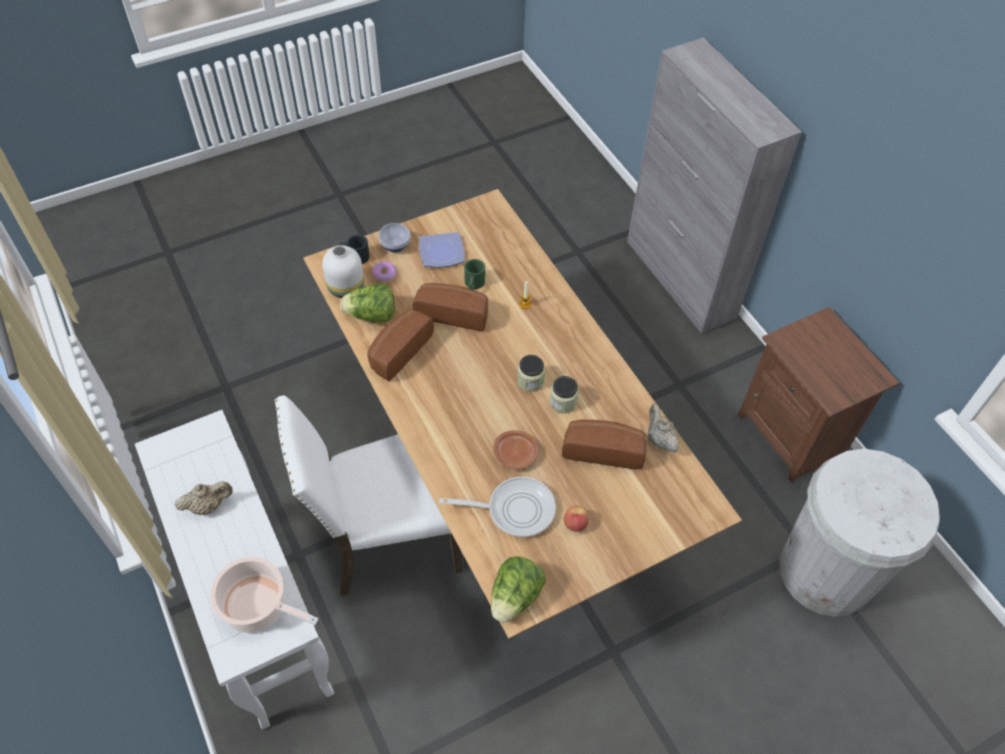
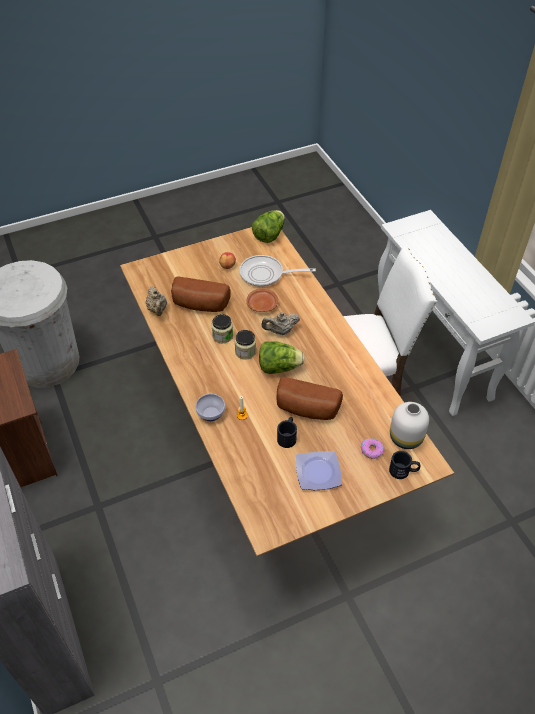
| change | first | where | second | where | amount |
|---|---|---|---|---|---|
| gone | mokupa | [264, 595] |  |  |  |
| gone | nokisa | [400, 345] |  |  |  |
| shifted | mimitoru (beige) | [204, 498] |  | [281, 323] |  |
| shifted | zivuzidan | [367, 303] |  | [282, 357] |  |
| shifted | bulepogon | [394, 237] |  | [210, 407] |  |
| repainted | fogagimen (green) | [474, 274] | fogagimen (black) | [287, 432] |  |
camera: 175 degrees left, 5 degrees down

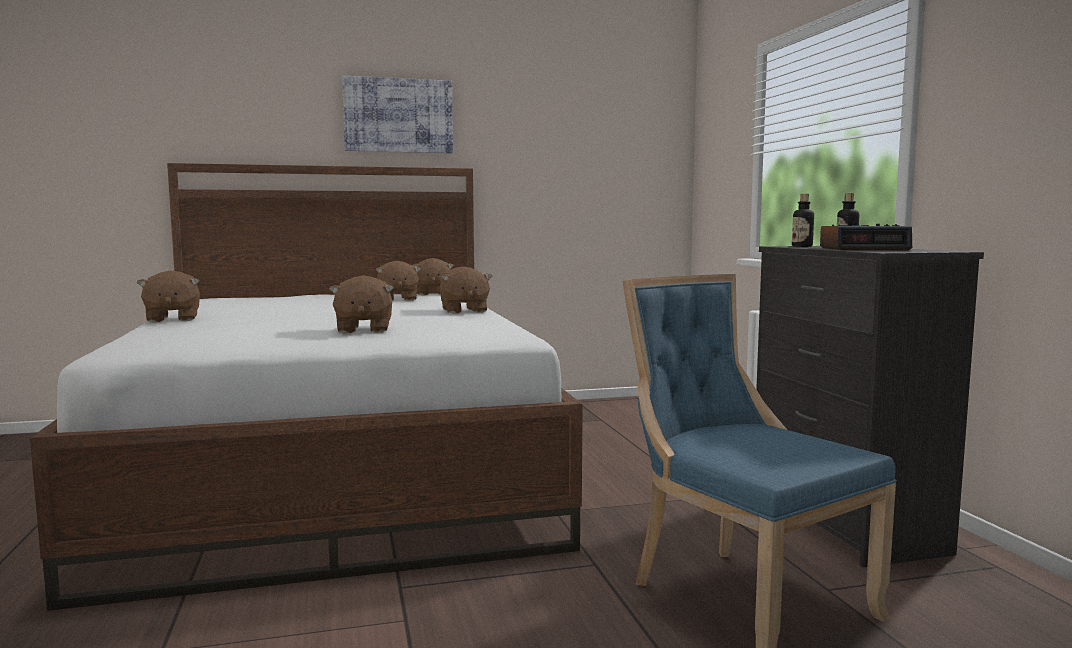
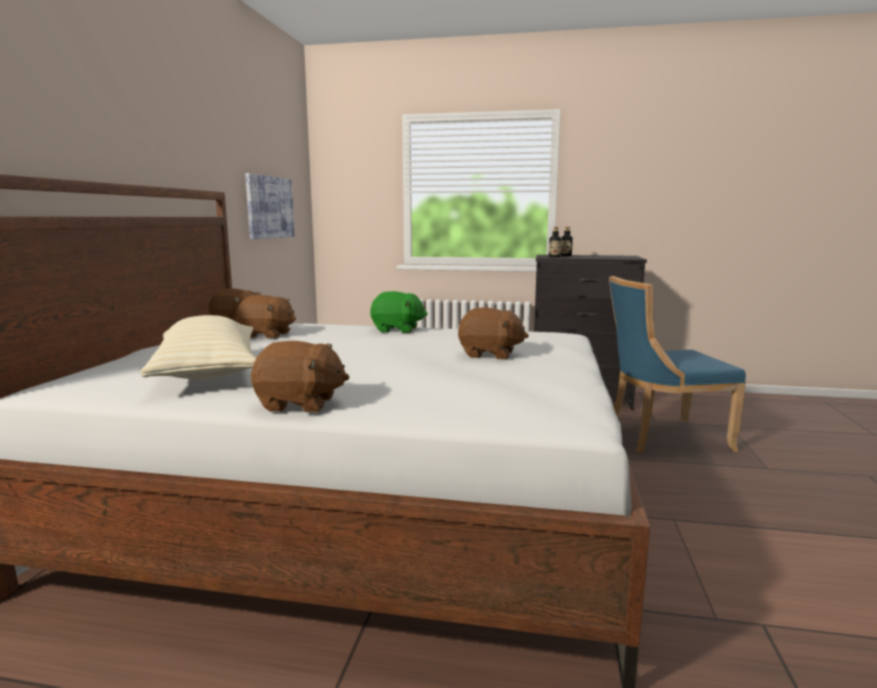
| change | first | where | second | where | amount |
|---|---|---|---|---|---|
| gone | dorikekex | [866, 237] |  |  |  |
| new |  |  | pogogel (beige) | [198, 347] |  |
| shifted | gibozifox | [397, 114] |  | [270, 206] |  |
| repainted | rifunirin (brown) | [465, 290] | rifunirin (green) | [399, 312] |  |
camera: 65 degrees left, 5 degrees up

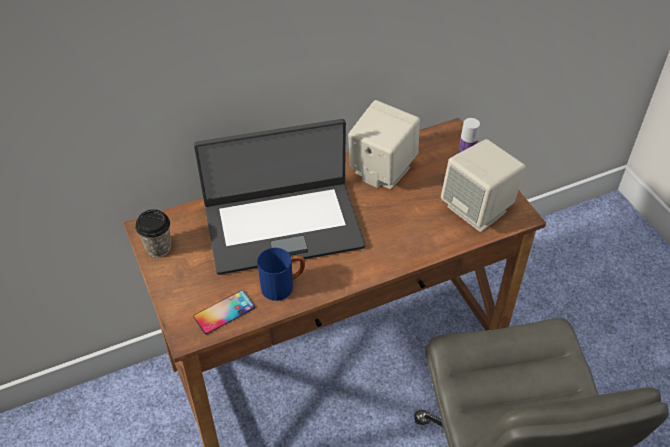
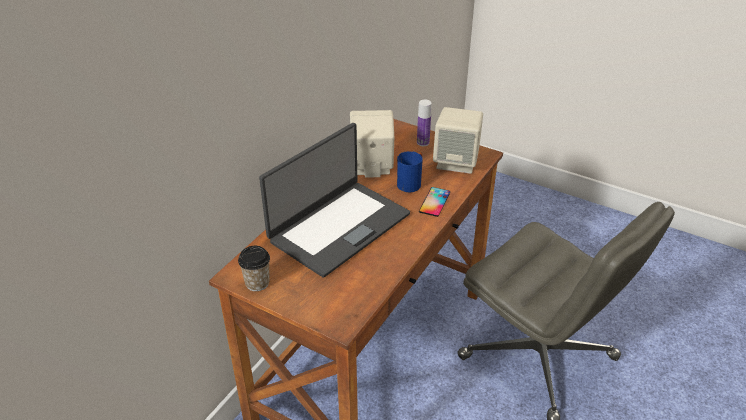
| change | first | where | second | where | amount |
|---|---|---|---|---|---|
| shifted | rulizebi | [224, 312] |  | [434, 202] |  |
| shifted | fogagimen (blue) | [281, 274] |  | [410, 171] |  |
camera: 35 degrees left, 10 degrees down

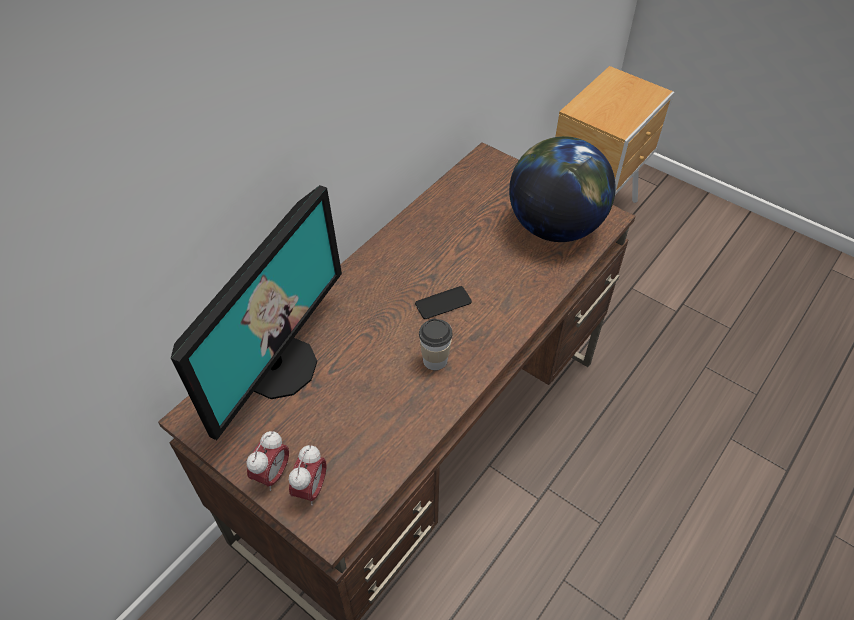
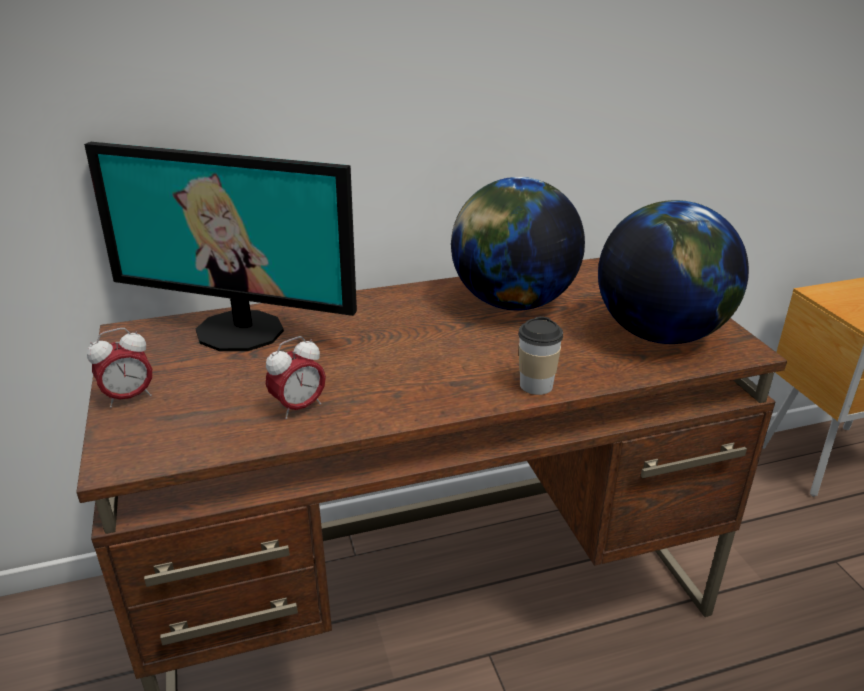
| change | first | where | second | where | amount |
|---|---|---|---|---|---|
| gone | rulizebi | [443, 302] |  |  |  |
| new |  |  | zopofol | [518, 244] |  |
| shifted | dorikekex | [308, 475] |  | [296, 377] |  |
| shifted | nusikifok | [436, 344] |  | [540, 355] |  |
| rotated | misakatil | [256, 312] |  | [220, 246] | 45 degrees clockwise |
camera: 35 degrees right, 20 degrees down

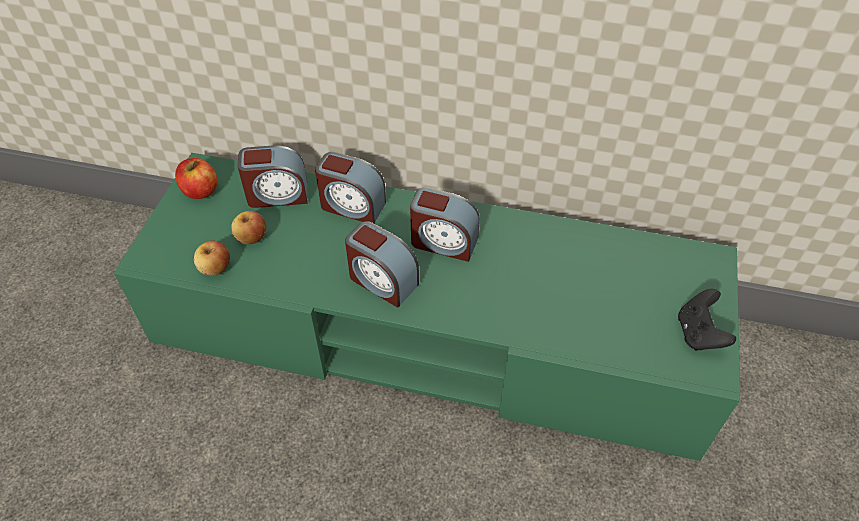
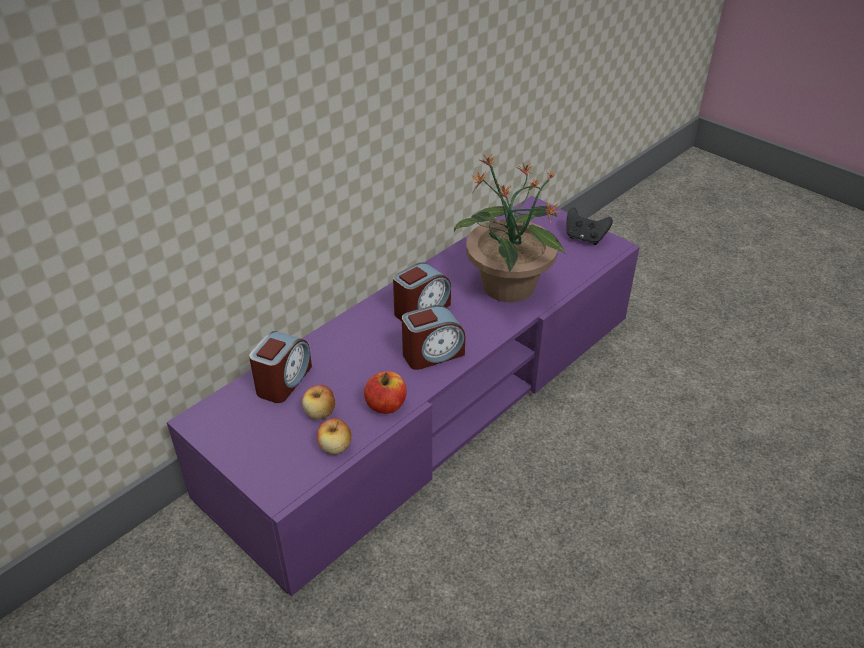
| change | first | where | second | where | amount |
|---|---|---|---|---|---|
| gone | dorikekex | [350, 187] |  |  |  |
| new |  |  | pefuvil | [509, 227] |  |
| shifted | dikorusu | [196, 178] |  | [385, 392] |  |
| repainted | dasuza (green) | [427, 307] | dasuza (purple) | [403, 396] |  |
camera: 60 degrees left, 10 degrees down

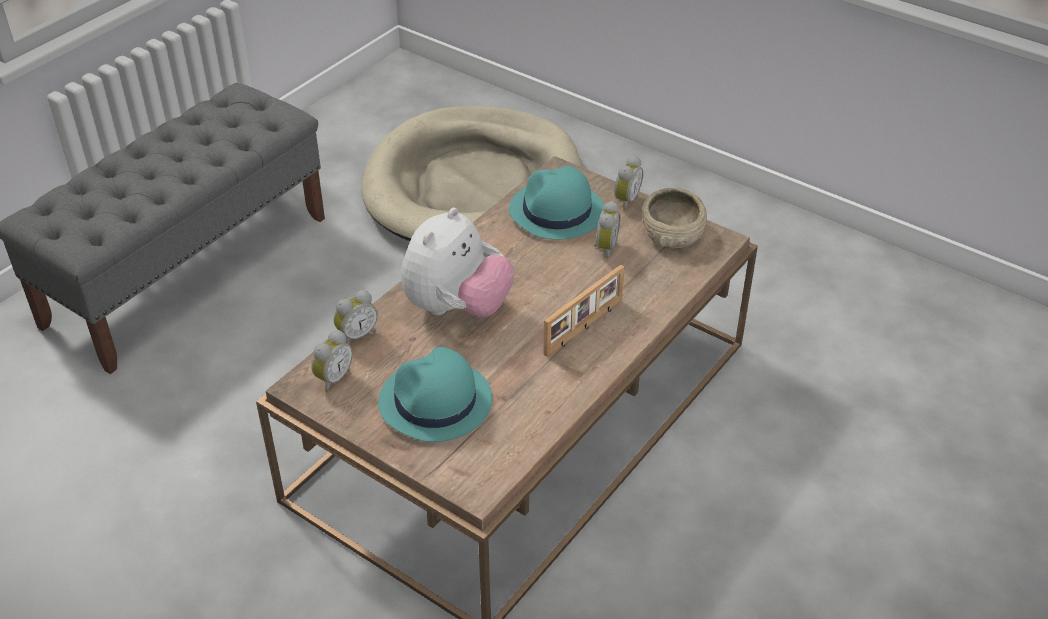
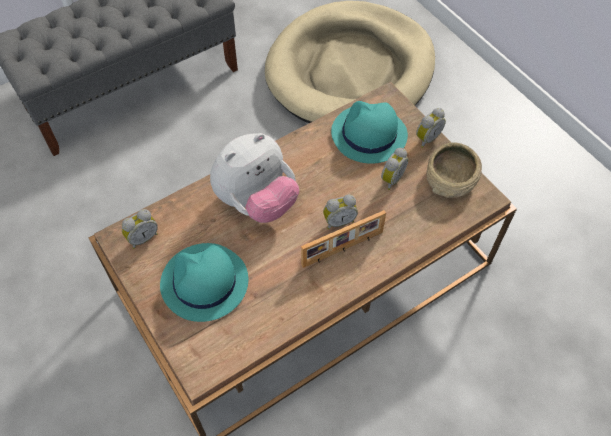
| change | first | where | second | where | amount |
|---|---|---|---|---|---|
| shifted | dorikekex | [356, 316] |  | [340, 212] |  |
camera: 20 degrees right, 15 degrees up

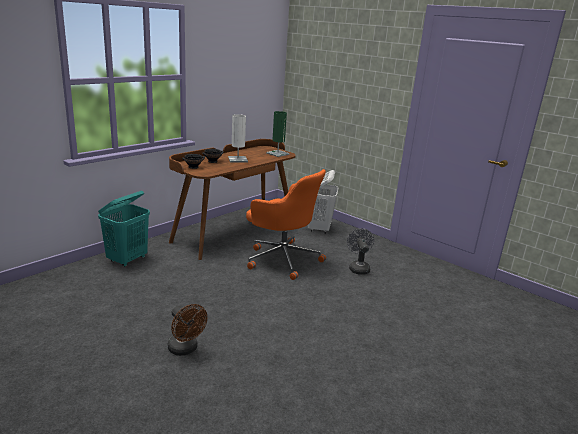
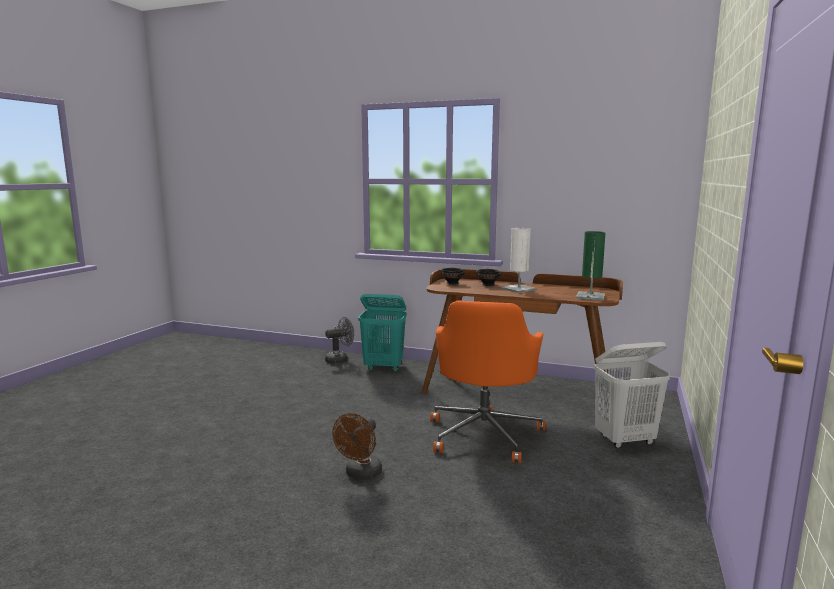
| change | first | where | second | where | amount |
|---|---|---|---|---|---|
| shifted | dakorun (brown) | [187, 330] |  | [357, 446] |  |
| shifted | dakorun (grey) | [360, 251] |  | [339, 340] |  |
camera: 70 degrees right, 10 degrees down

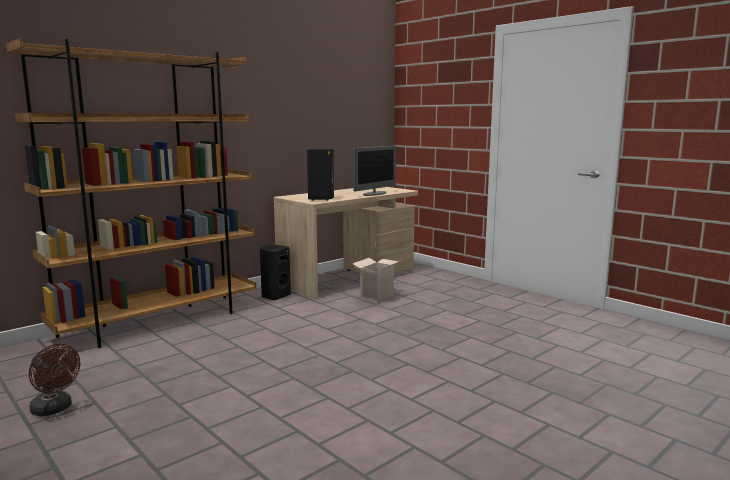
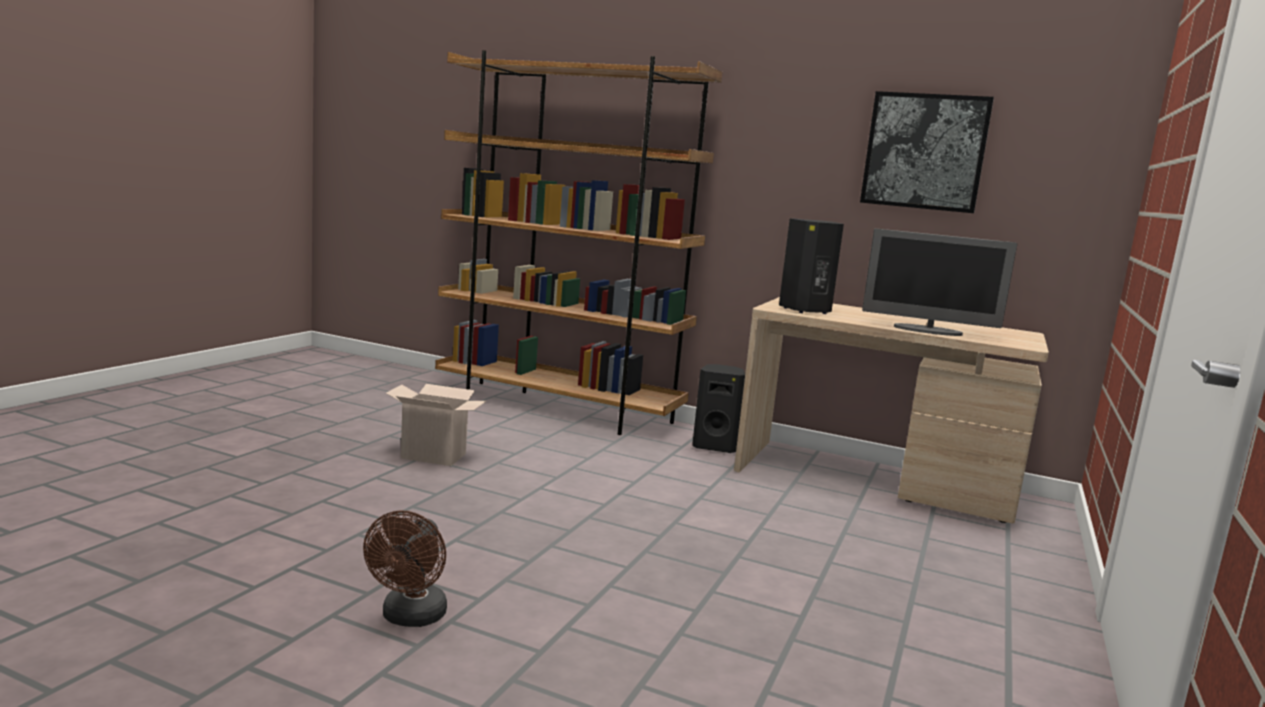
| change | first | where | second | where | amount |
|---|---|---|---|---|---|
| new |  |  | gibozifox | [927, 152] |  |
| shifted | dakorun (brown) | [54, 380] |  | [405, 568] |  |
| shifted | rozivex | [376, 280] |  | [436, 425] |  |
camera: 65 degrees right, 0 degrees up

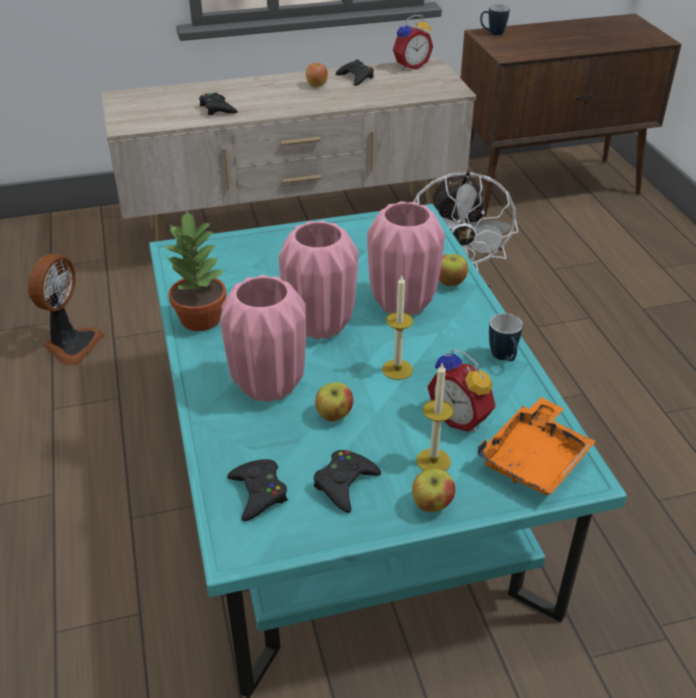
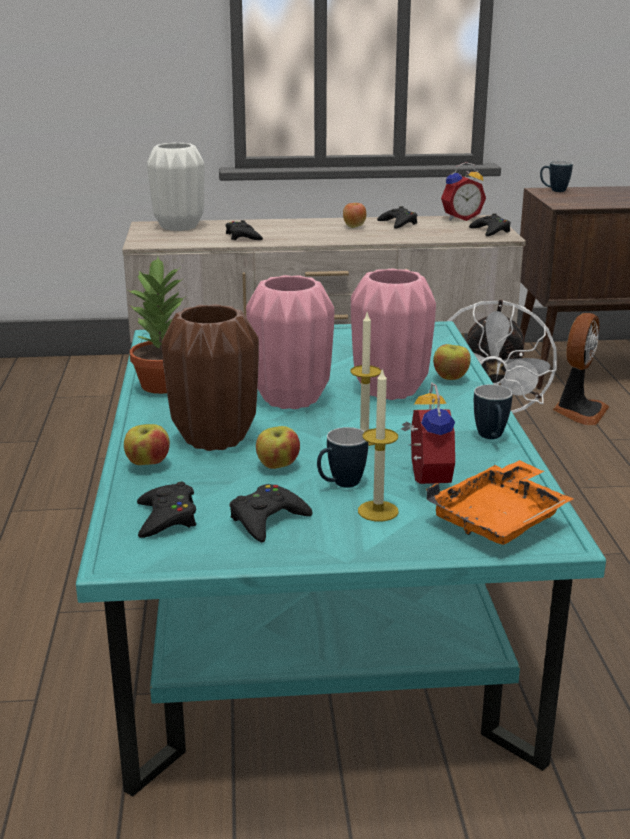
| change | first | where | second | where | amount |
|---|---|---|---|---|---|
| new |  |  | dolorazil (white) | [176, 187] |  |
| new |  |  | fogagimen | [343, 457] |  |
| new |  |  | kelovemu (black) | [490, 224] |  |
| shifted | dakorun | [66, 310] |  | [581, 369] |  |
| shifted | dikorusu | [433, 490] |  | [147, 444] |  |
| repainted | dolorazil (pink) | [263, 338] | dolorazil (brown) | [210, 377] |  |
| rotated | dorikekex | [461, 390] |  | [428, 434] | 150 degrees counterclockwise |
camera: 10 degrees right, 15 degrees down

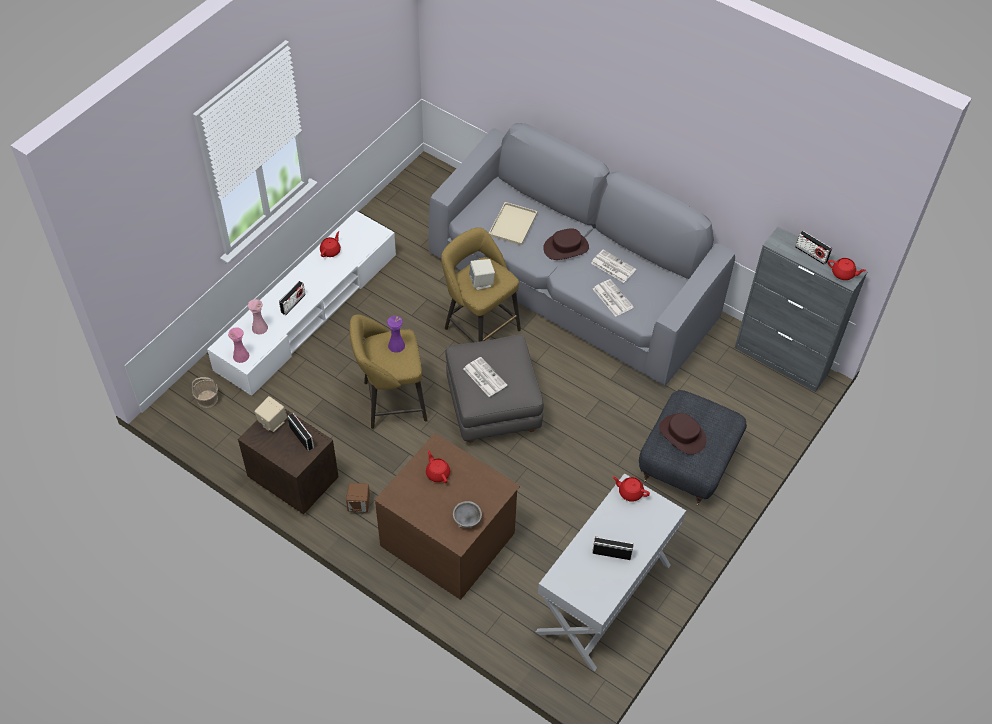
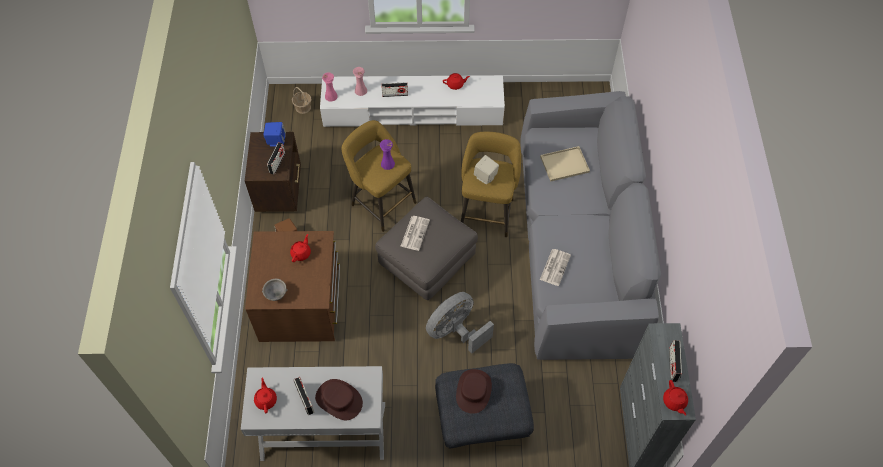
| change | first | where | second | where | amount |
|---|---|---|---|---|---|
| gone | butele | [613, 266] |  |  |  |
| new |  |  | dakorun (grey) | [460, 323] |  |
| shifted | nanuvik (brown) | [566, 244] |  | [339, 399] |  |
| shifted | mimitoru (red) | [631, 489] |  | [265, 396] |  |
| repainted | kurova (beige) | [270, 414] | kurova (blue) | [274, 134] |  |
camera: 55 degrees right, 5 degrees up

